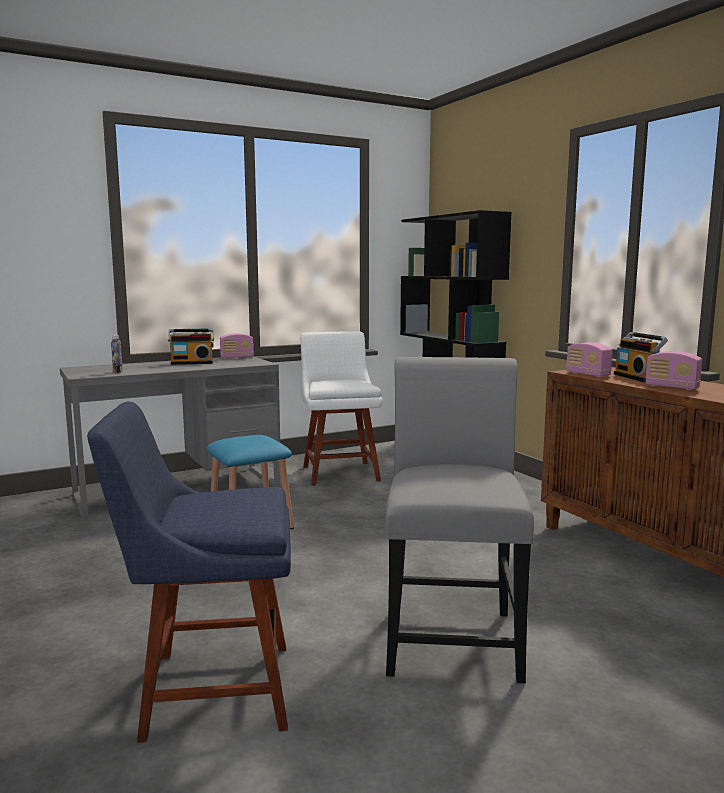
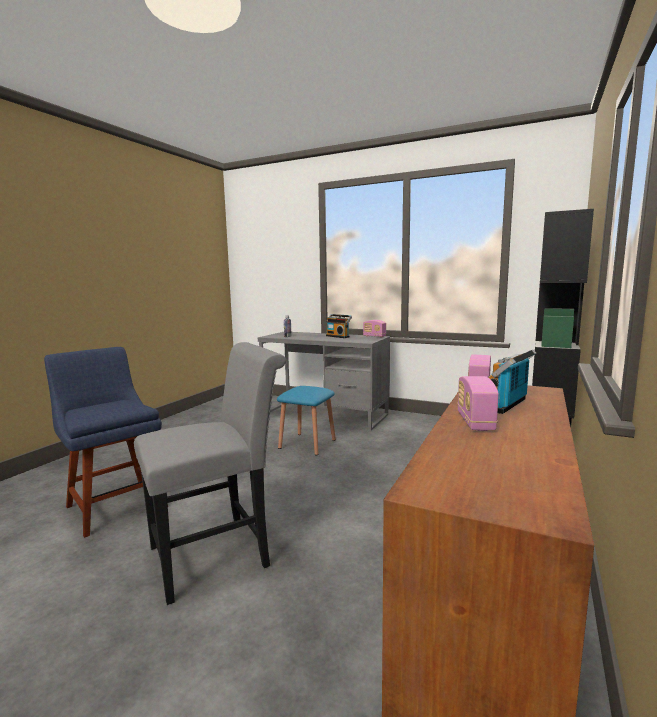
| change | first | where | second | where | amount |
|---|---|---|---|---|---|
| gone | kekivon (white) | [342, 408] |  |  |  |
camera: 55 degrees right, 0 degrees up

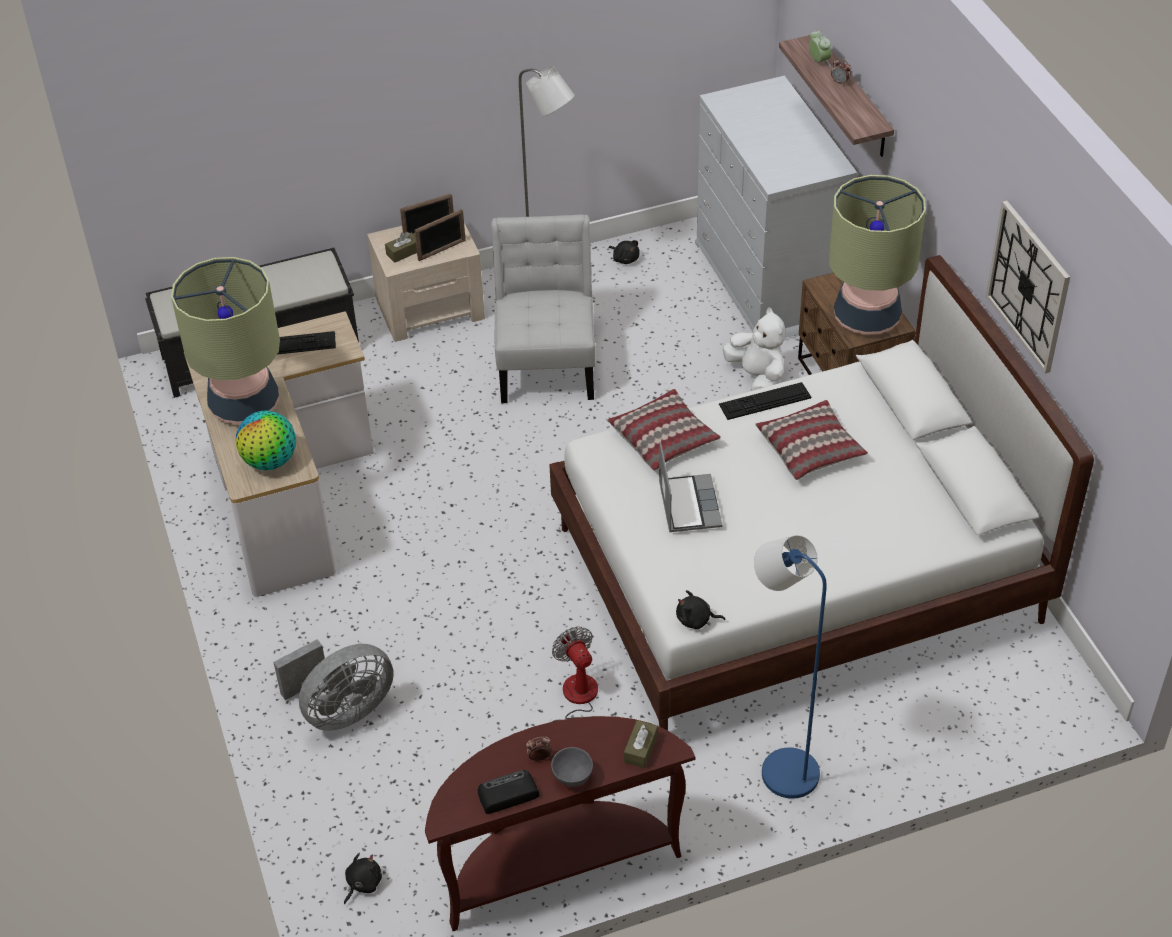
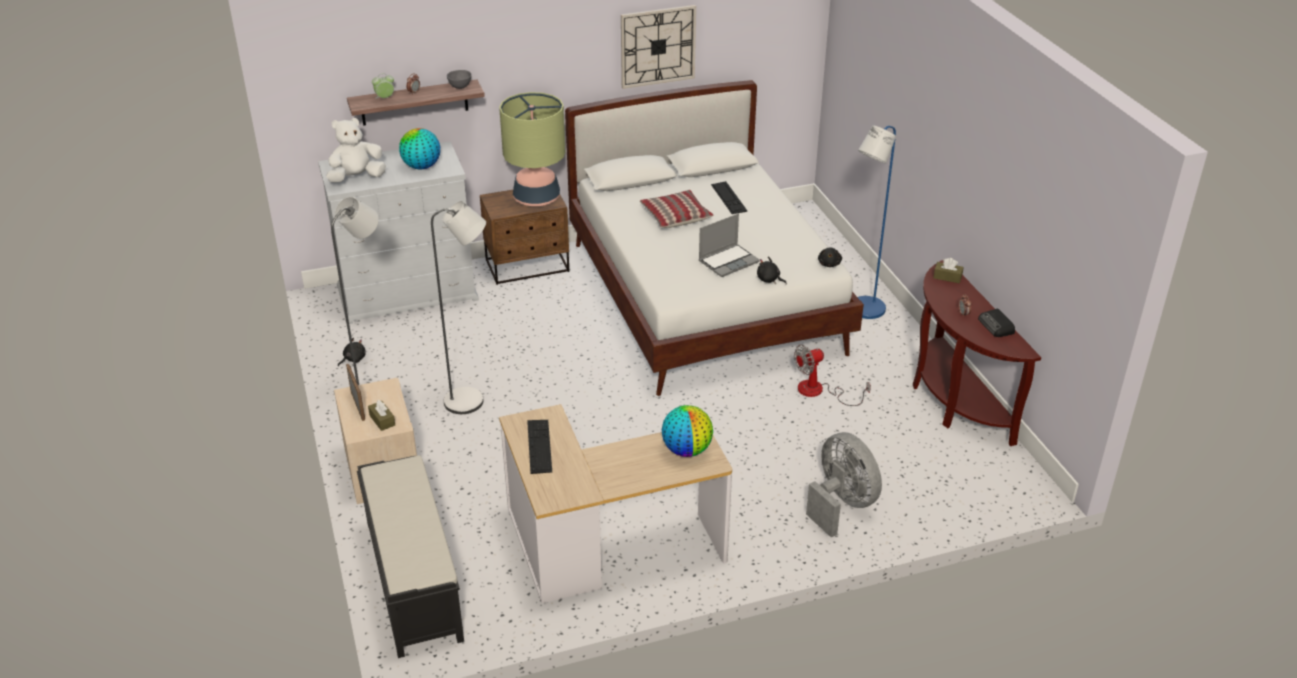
| change | first | where | second | where | amount |
|---|---|---|---|---|---|
| gone | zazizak | [225, 340] |  |  |  |
| gone | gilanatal | [440, 235] |  |  |  |
| gone | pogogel | [664, 430] |  |  |  |
| new |  |  | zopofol | [419, 149] |  |
| shifted | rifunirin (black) | [363, 878] |  | [772, 270] |  |
| shifted | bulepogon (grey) | [572, 767] |  | [459, 79] |  |
| shifted | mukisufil | [765, 401] |  | [729, 197] |  |
| shifted | rifunirin (white) | [753, 349] |  | [356, 150] |  |
| swapped | kekivon (white) | [543, 309] | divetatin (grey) | [458, 307] |  |
| rotated | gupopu | [690, 487] |  | [729, 245] | 150 degrees clockwise |
camera: 90 degrees left, 10 degrees down

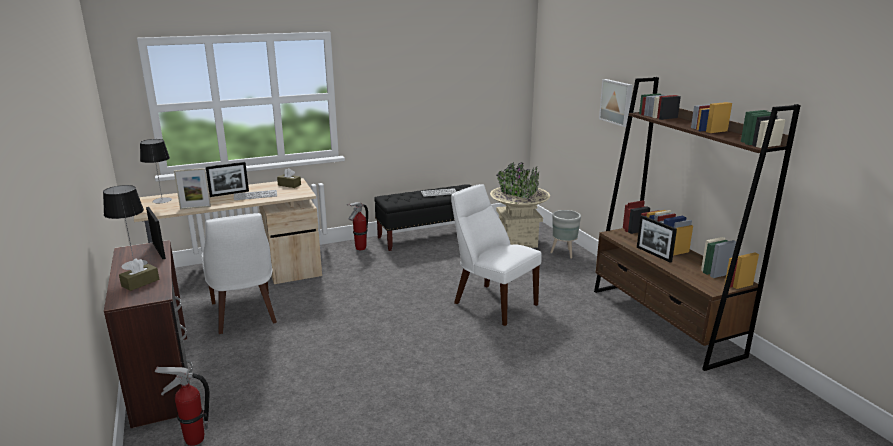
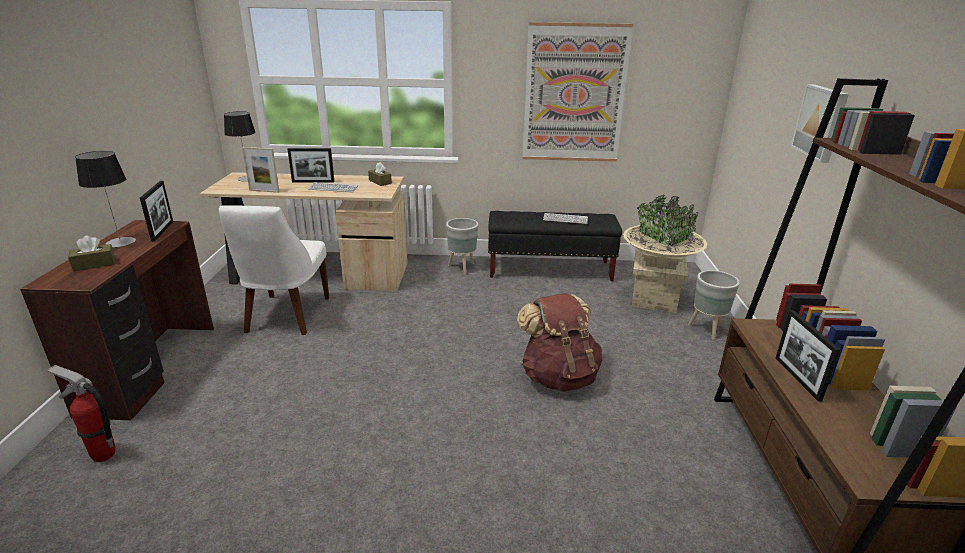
| change | first | where | second | where | amount |
|---|---|---|---|---|---|
| new |  |  | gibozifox | [577, 92] |  |
| swapped | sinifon | [357, 226] | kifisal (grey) | [462, 246] |  |
| swapped | kekivon (white) | [496, 255] | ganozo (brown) | [560, 342] |  |
camera: 25 degrees right, 5 degrees up

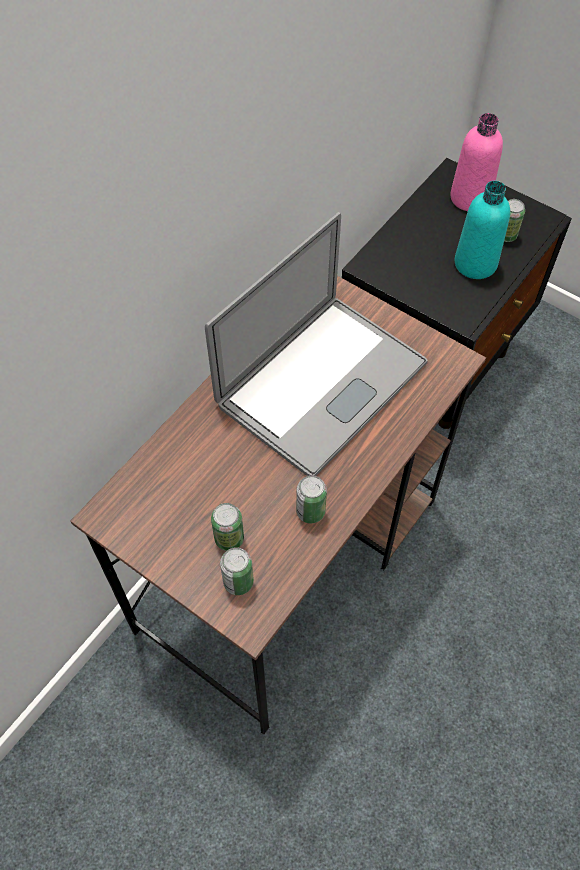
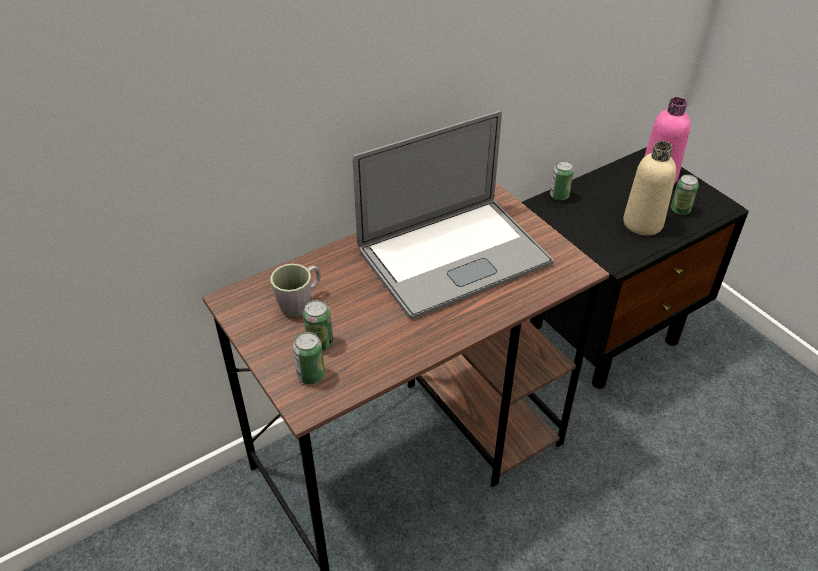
| change | first | where | second | where | amount |
|---|---|---|---|---|---|
| new |  |  | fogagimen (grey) | [295, 290] |  |
| shifted | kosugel | [311, 499] |  | [562, 180] |  |
| repainted | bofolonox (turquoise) | [482, 230] | bofolonox (beige) | [649, 188] |  |
camera: 20 degrees right, 15 degrees down

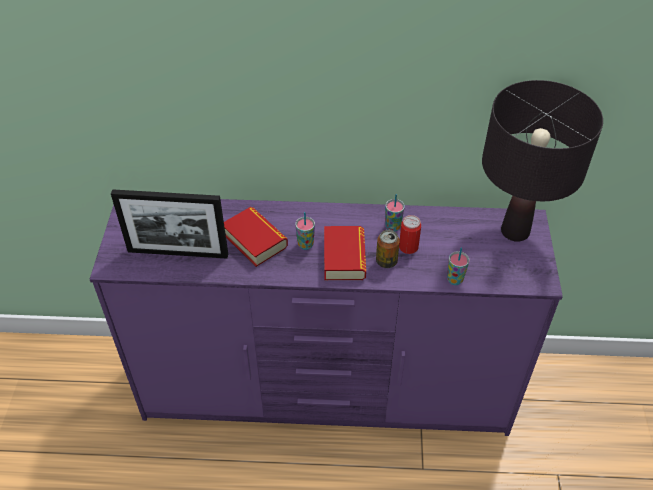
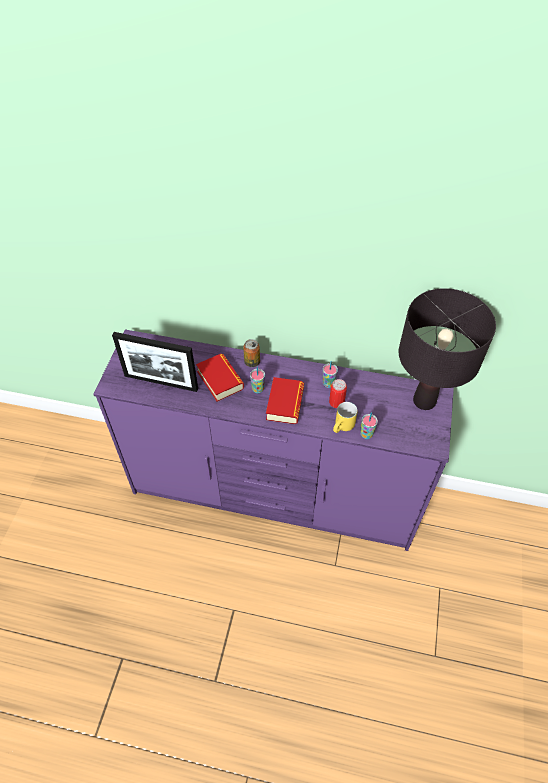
| change | first | where | second | where | amount |
|---|---|---|---|---|---|
| new |  |  | fogagimen (yellow) | [345, 417] |  |
| shifted | kosugel | [388, 249] |  | [251, 353] |  |
camera: 10 degrees right, 5 degrees up

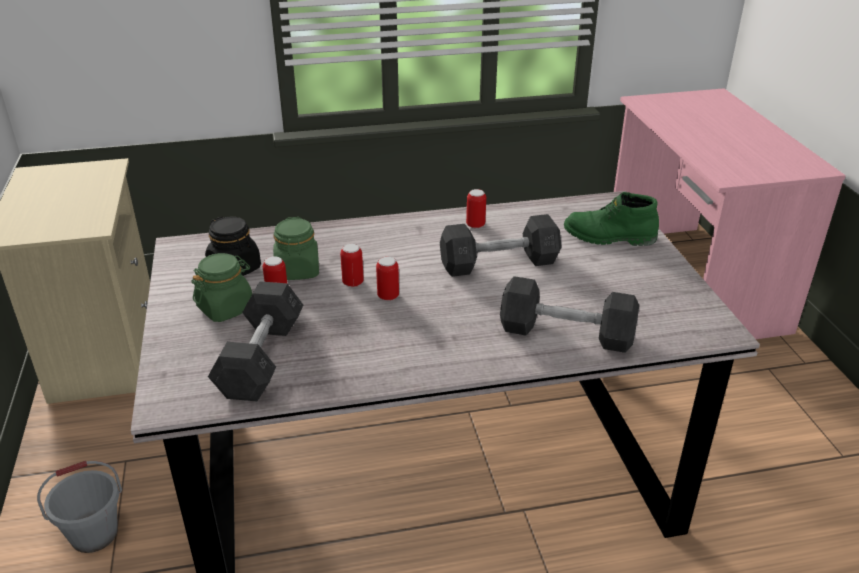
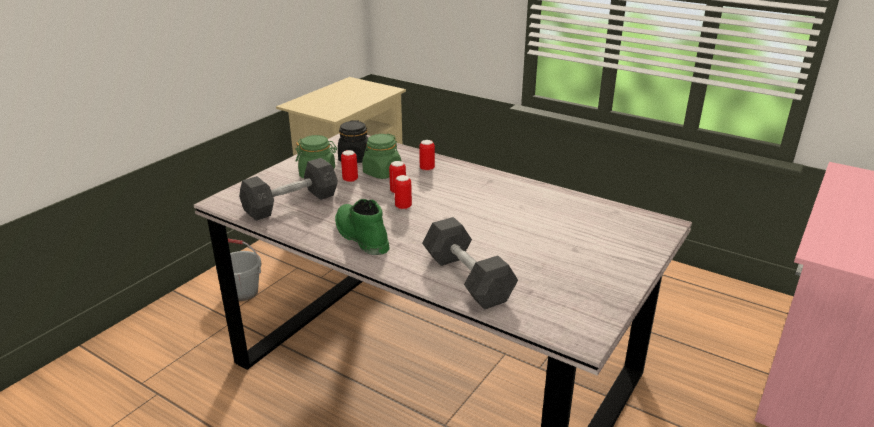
| change | first | where | second | where | amount |
|---|---|---|---|---|---|
| gone | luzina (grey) | [501, 245] |  |  |  |
| shifted | kosugel | [476, 208] |  | [427, 155] |  |
| shifted | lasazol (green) | [611, 219] |  | [362, 227] |  |
camera: 45 degrees right, 5 degrees down

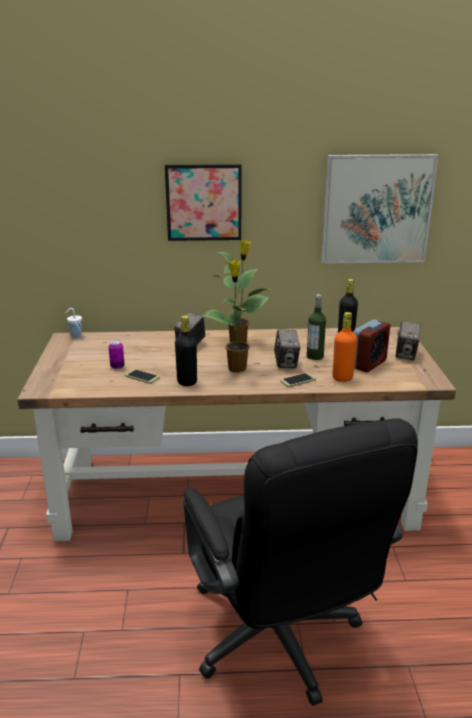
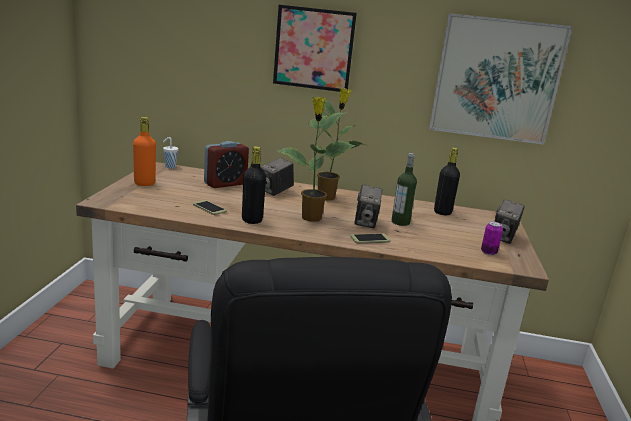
| change | first | where | second | where | amount |
|---|---|---|---|---|---|
| shifted | kosugel | [117, 354] |  | [492, 238] |  |
| shifted | bofolonox (orange) | [345, 347] |  | [144, 151] |  |
| shifted | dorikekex | [371, 345] |  | [226, 164] |  |
camera: 10 degrees right, 5 degrees down

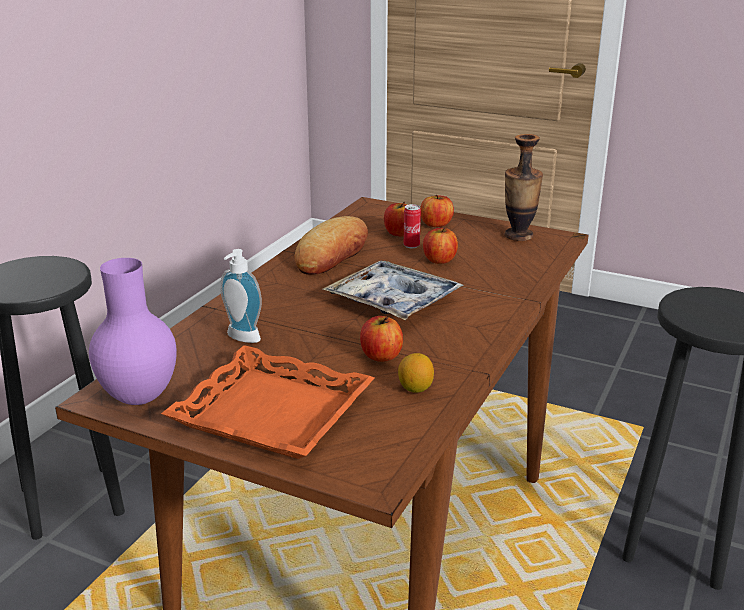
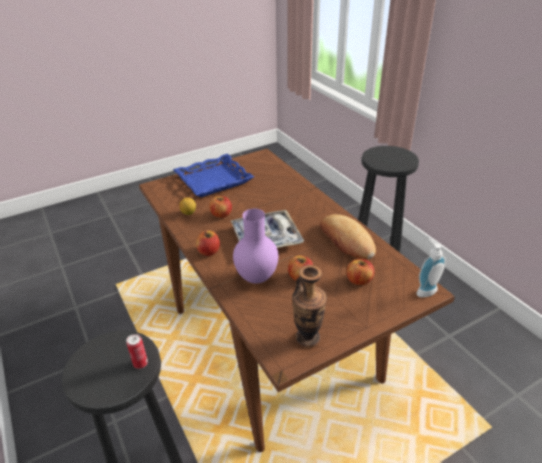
| change | first | where | second | where | amount |
|---|---|---|---|---|---|
| shifted | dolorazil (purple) | [133, 331] |  | [256, 246] |  |
| shifted | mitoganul | [241, 296] |  | [431, 268] |  |
| shifted | kosugel | [412, 226] |  | [137, 351] |  |
| shifted | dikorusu | [437, 211] |  | [208, 243] |  |
| repainted | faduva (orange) | [267, 402] | faduva (blue) | [213, 175] |  |
camera: 125 degrees right, 10 degrees up

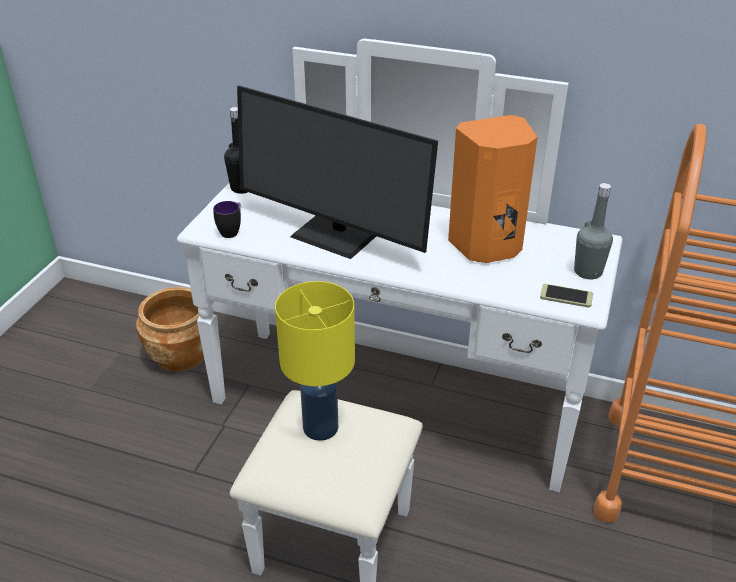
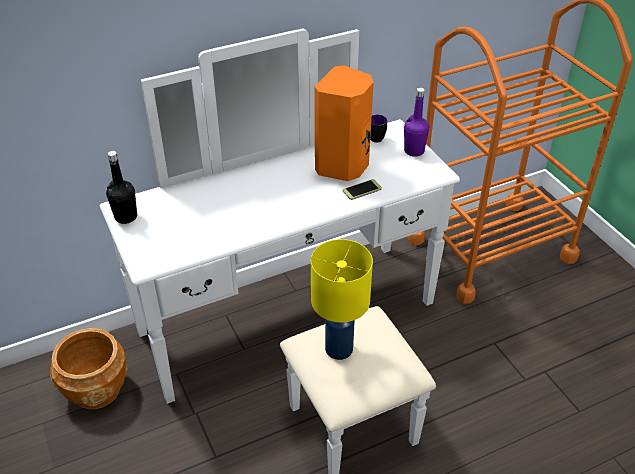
| change | first | where | second | where | amount |
|---|---|---|---|---|---|
| gone | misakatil | [337, 172] |  |  |  |
| shifted | fogagimen | [227, 219] |  | [378, 129] |  |
| shifted | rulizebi | [566, 295] |  | [362, 189] |  |
| repainted | bofolonox (grey) | [593, 231] | bofolonox (purple) | [416, 122] |  |
camera: 45 degrees left, 5 degrees up

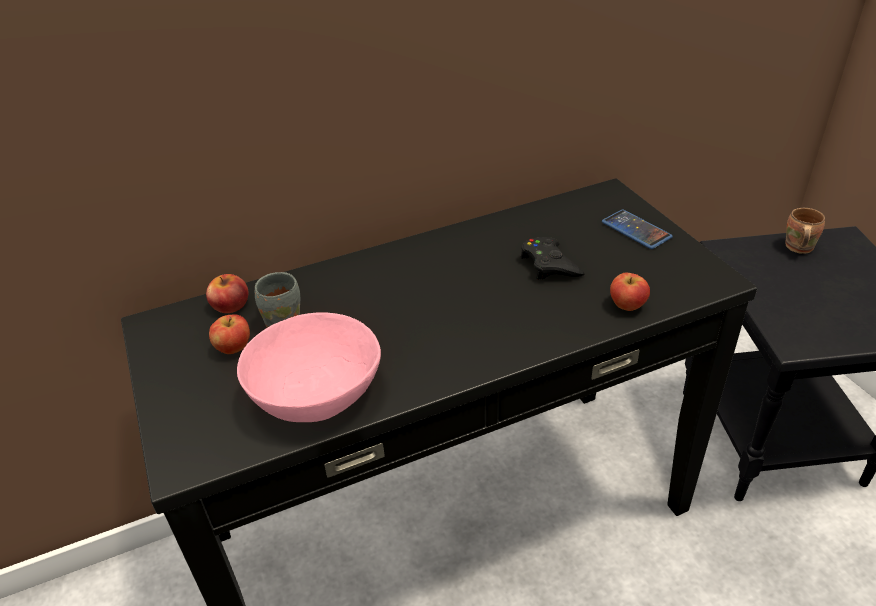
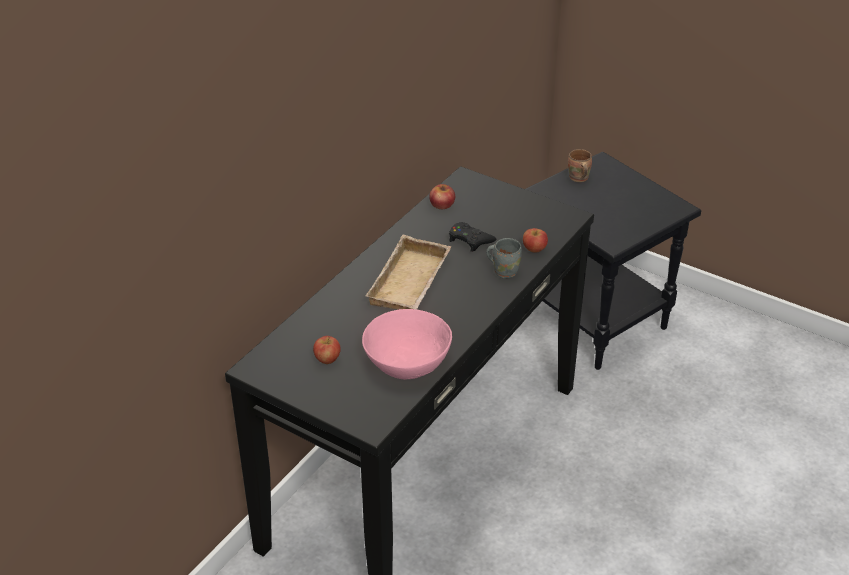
| change | first | where | second | where | amount |
|---|---|---|---|---|---|
| gone | rulizebi | [637, 229] |  |  |  |
| new |  |  | faduva (beige) | [408, 272] |  |
| shifted | dikorusu | [227, 293] |  | [442, 196] |  |
| shifted | fogagimen (grey) | [277, 300] |  | [504, 258] |  |
camera: 35 degrees left, 0 degrees up

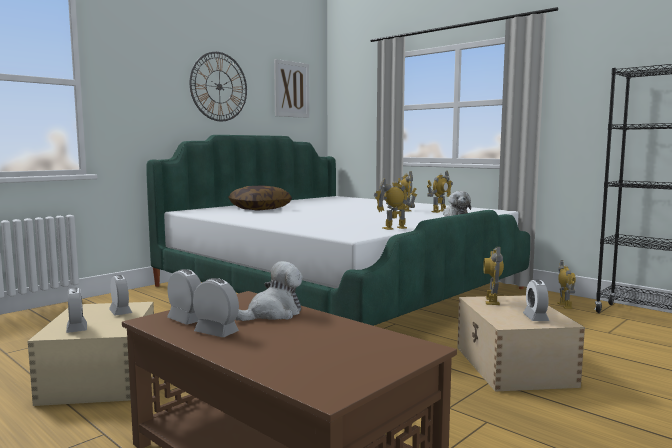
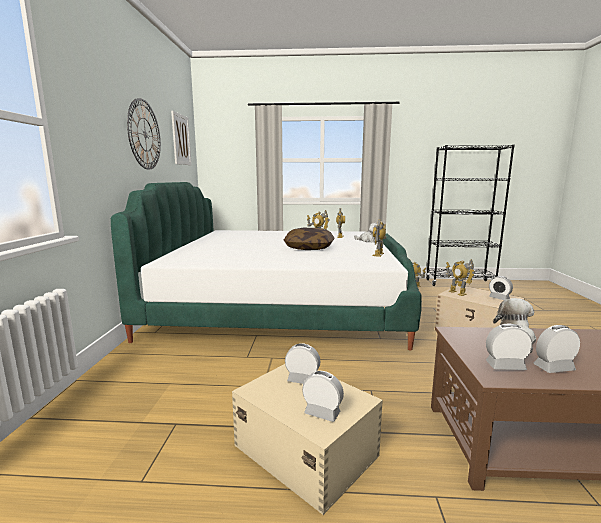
| change | first | where | second | where | amount |
|---|---|---|---|---|---|
| shifted | pogogel | [260, 198] |  | [309, 239] |  |
camera: 40 degrees left, 5 degrees up

